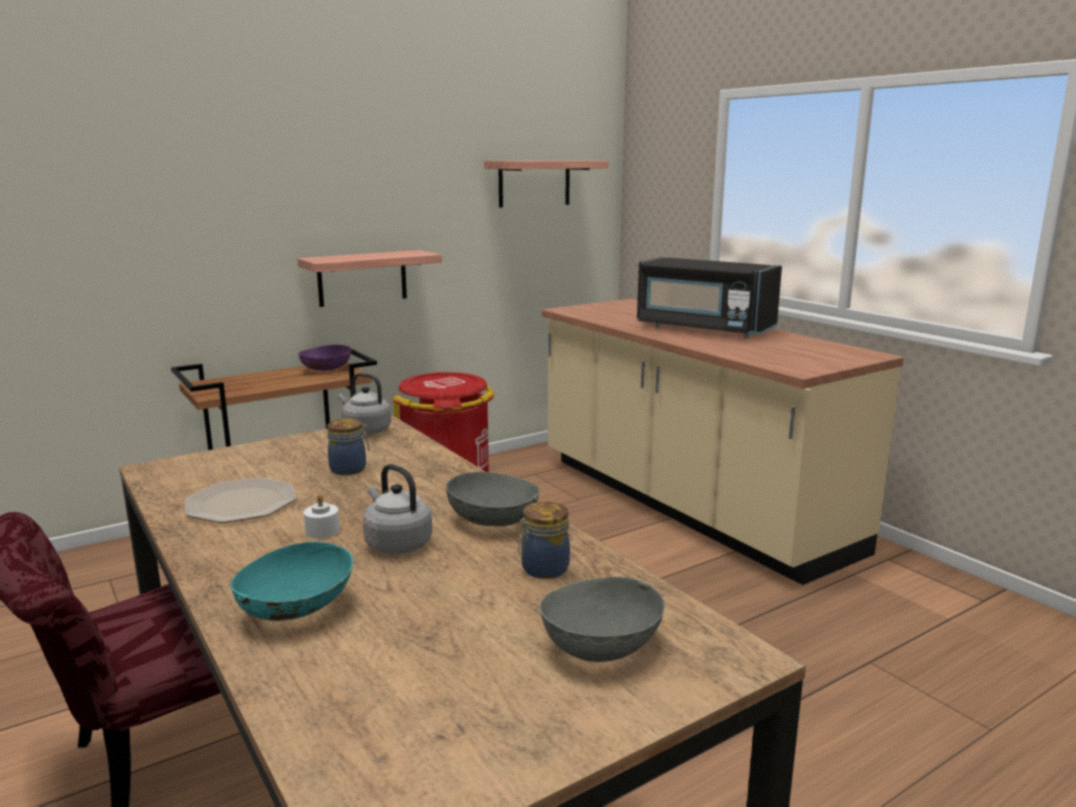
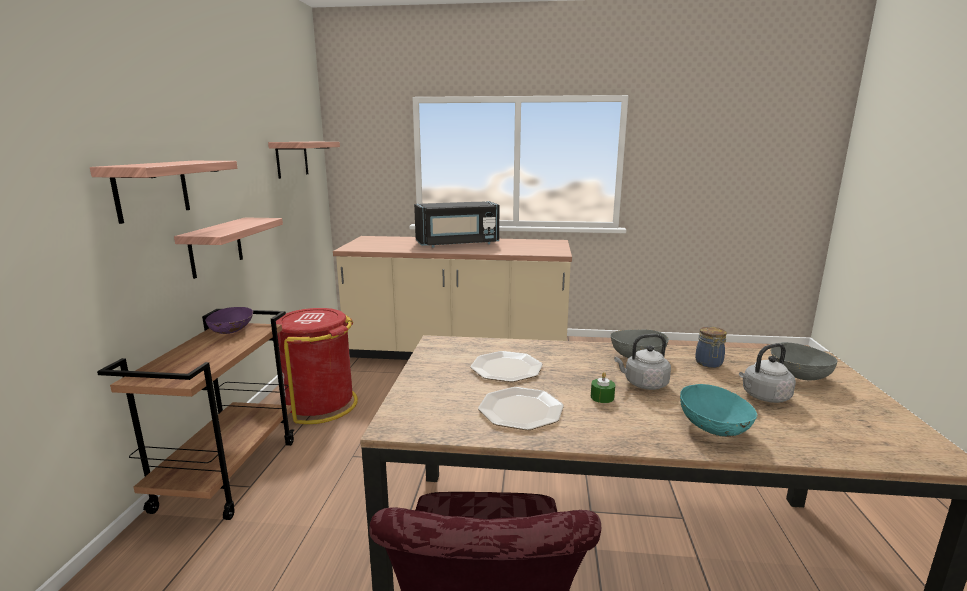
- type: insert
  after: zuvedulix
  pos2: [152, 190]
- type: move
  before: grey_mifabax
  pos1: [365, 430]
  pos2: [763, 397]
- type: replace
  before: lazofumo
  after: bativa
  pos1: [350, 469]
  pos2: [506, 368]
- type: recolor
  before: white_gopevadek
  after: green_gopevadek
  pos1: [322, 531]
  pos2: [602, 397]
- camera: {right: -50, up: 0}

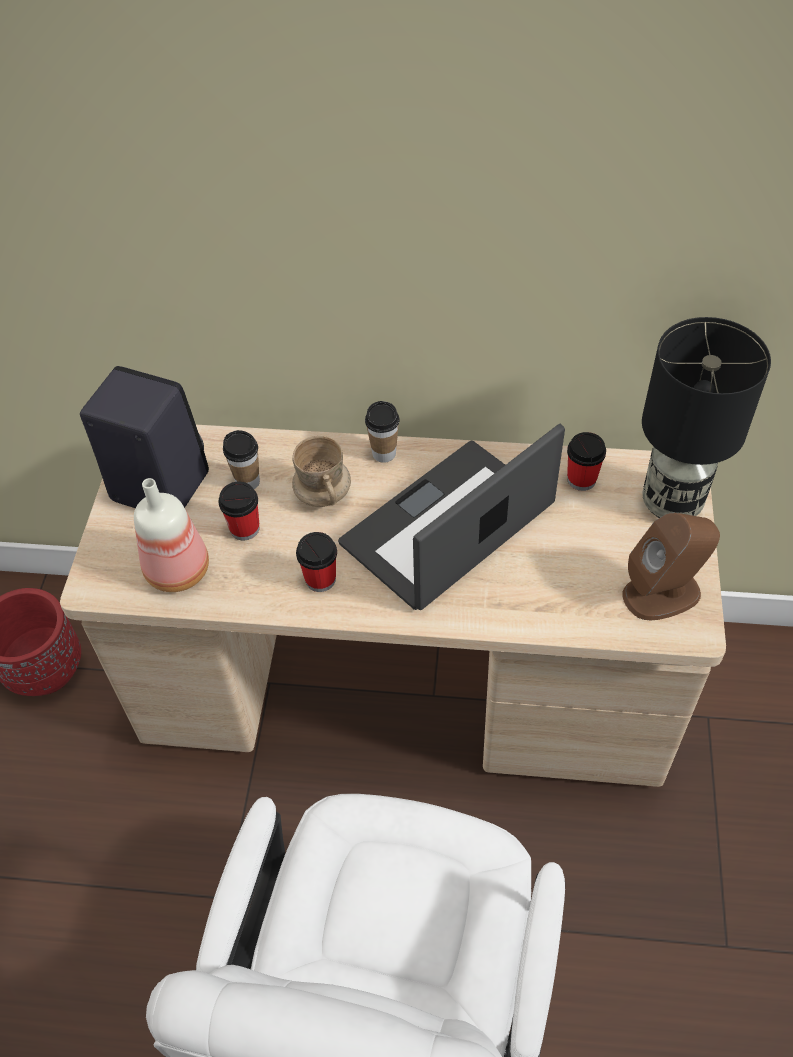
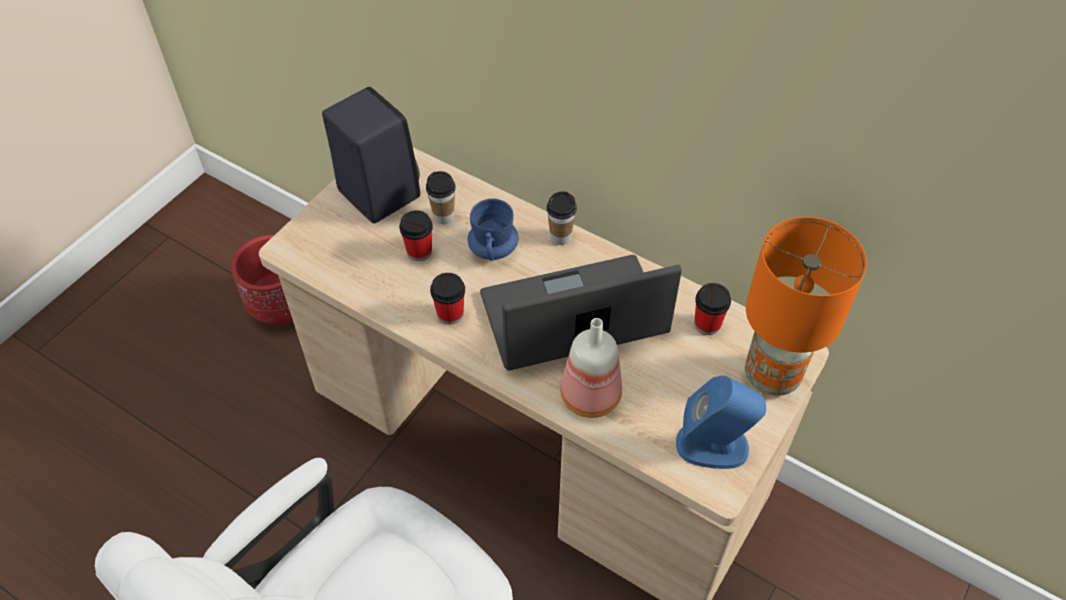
- type: move
  before: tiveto
  pos1: [180, 571]
  pos2: [592, 398]
- type: recolor
  before: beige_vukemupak
  after: blue_vukemupak
  pos1: [323, 494]
  pos2: [493, 250]
- type: recolor
  before: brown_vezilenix
  after: blue_vezilenix
  pos1: [662, 593]
  pos2: [713, 445]
- type: recolor
  before: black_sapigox
  after: orange_sapigox
  pos1: [672, 502]
  pos2: [773, 376]
- camera: {right: 25, up: 0}

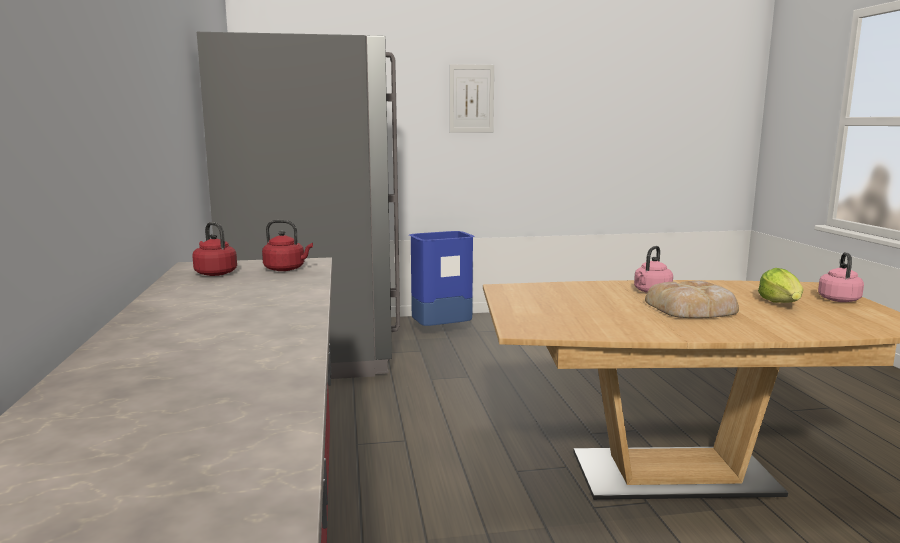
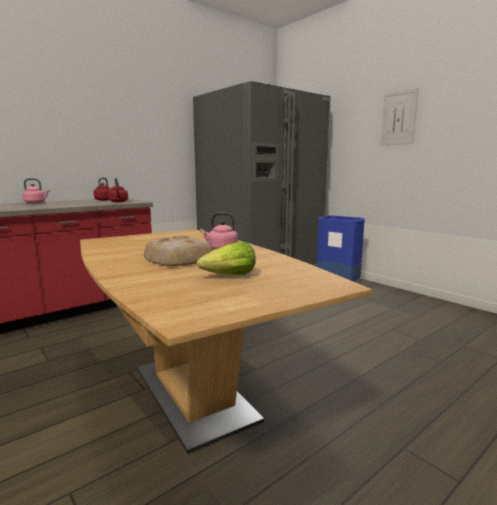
- type: move
  before: pink_mifabax
  pos1: [838, 299]
  pos2: [36, 203]
- camera: {right: 60, up: 0}

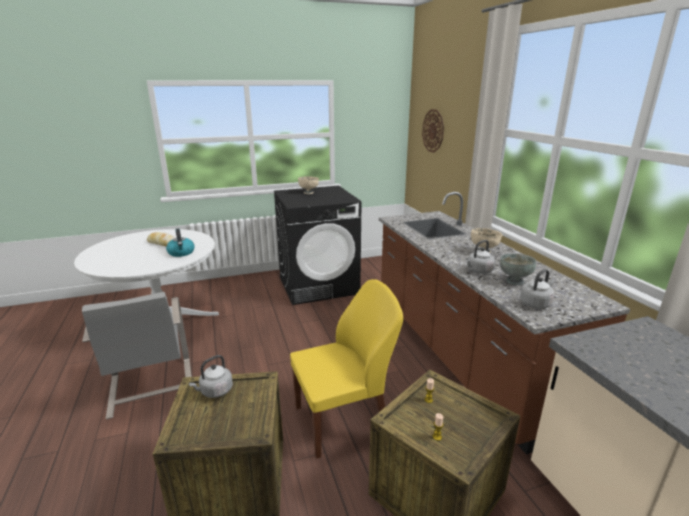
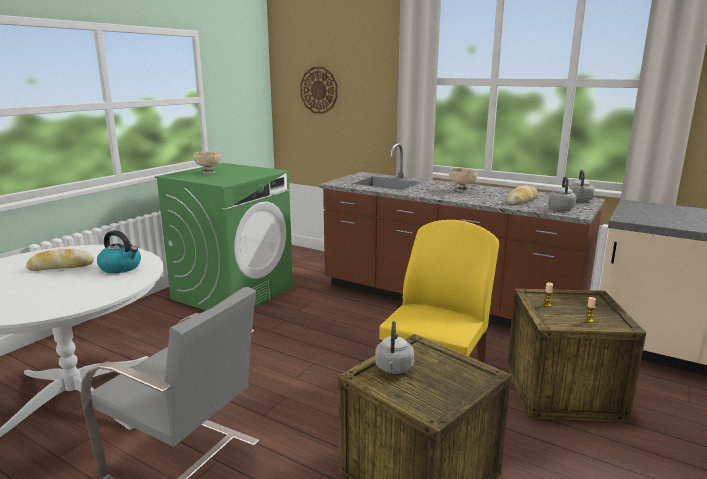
- type: move
  before: grey_mifabax
  pos1: [478, 271]
  pos2: [580, 200]
- type: replace
  before: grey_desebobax
  after: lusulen
  pos1: [514, 281]
  pos2: [521, 200]
- type: recolor
  before: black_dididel
  after: green_dididel
  pos1: [319, 285]
  pos2: [233, 292]
- camera: {right: -40, up: -5}

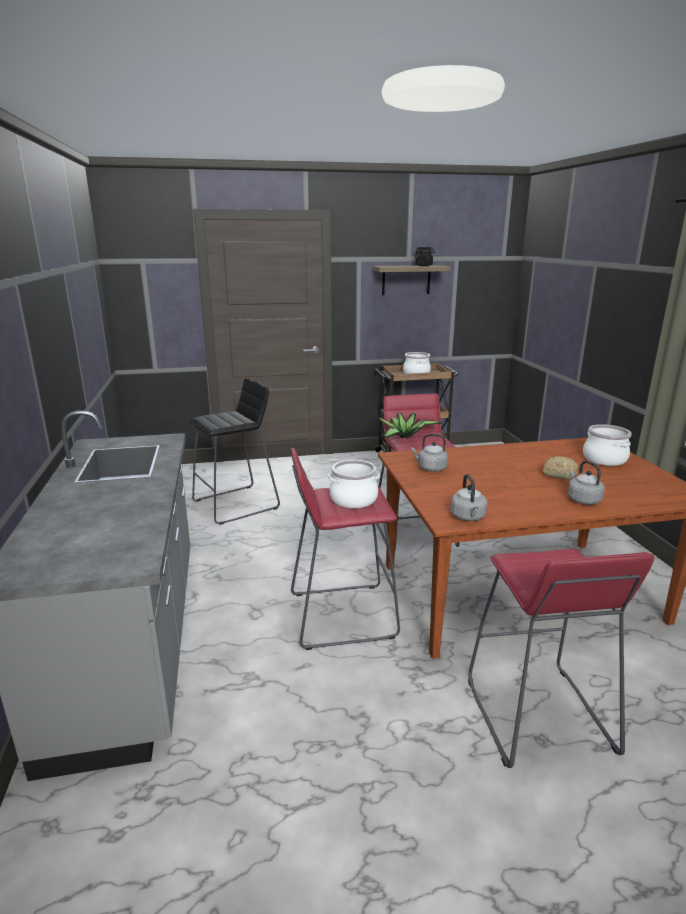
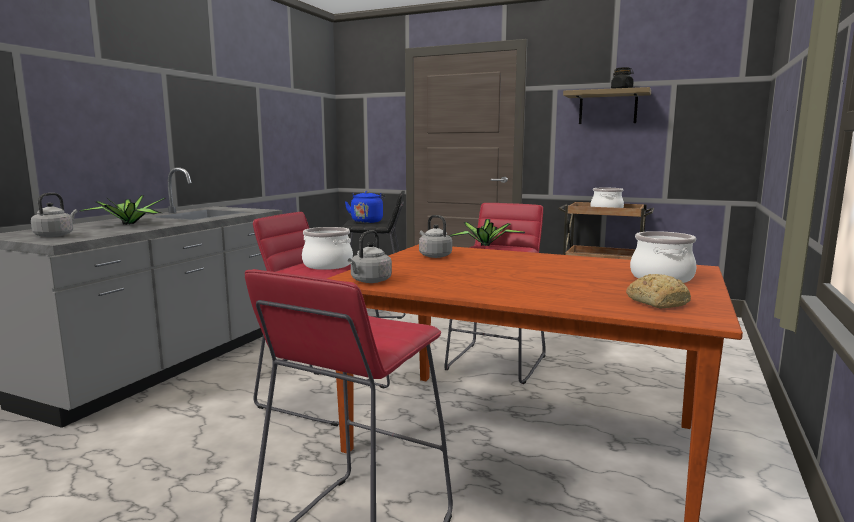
- type: insert
  after: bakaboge
  pos2: [127, 224]
- type: insert
  after: blue_mifabax
  pos2: [367, 221]
- type: move
  before: lusulen
  pos1: [558, 474]
  pos2: [657, 302]
- type: move
  before: grey_mifabax
  pos1: [582, 499]
  pos2: [56, 235]
- camera: {right: 35, up: -10}

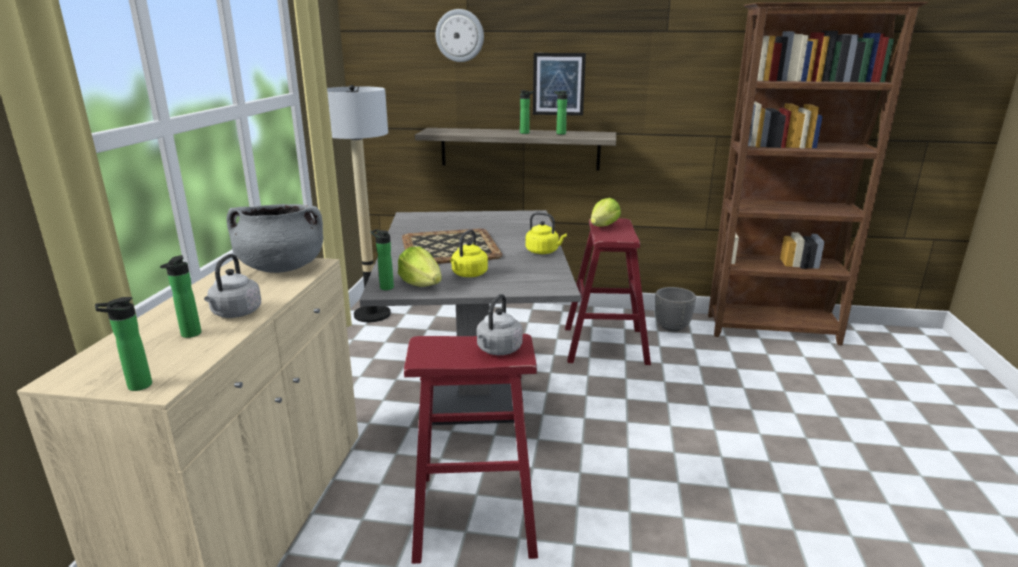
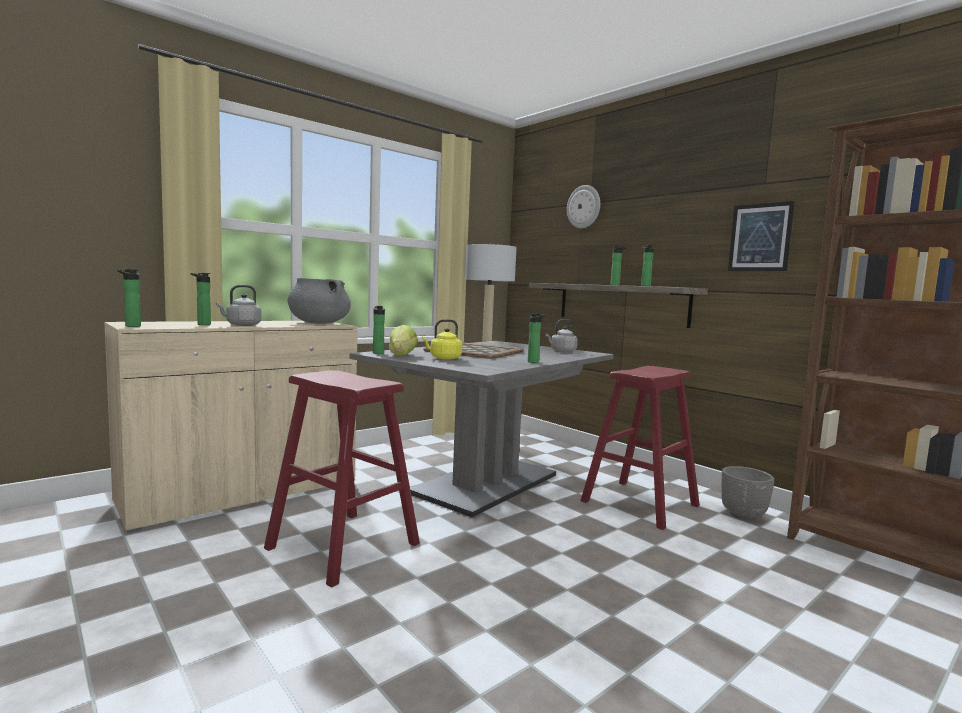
- type: delete
  before: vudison
  pos1: [603, 226]
- type: move
  before: grey_mifabax
  pos1: [498, 350]
  pos2: [562, 351]
- type: move
  before: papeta
  pos1: [558, 84]
  pos2: [760, 237]
- type: replace
  before: yellow_mifabax
  after: tiveto
  pos1: [543, 252]
  pos2: [534, 362]
- camera: {right: 40, up: -15}

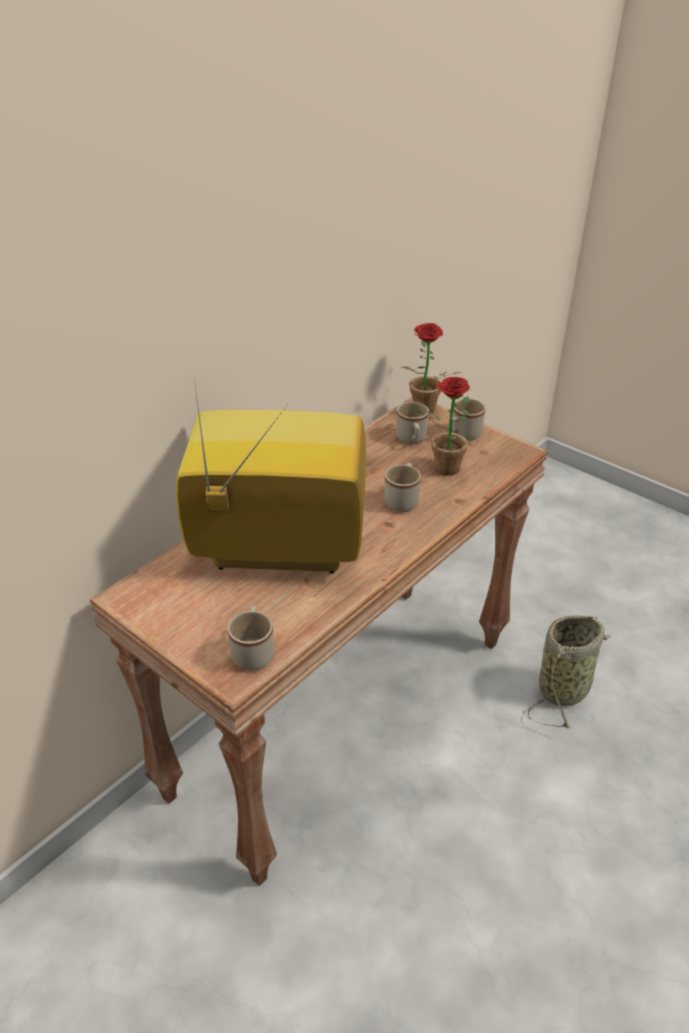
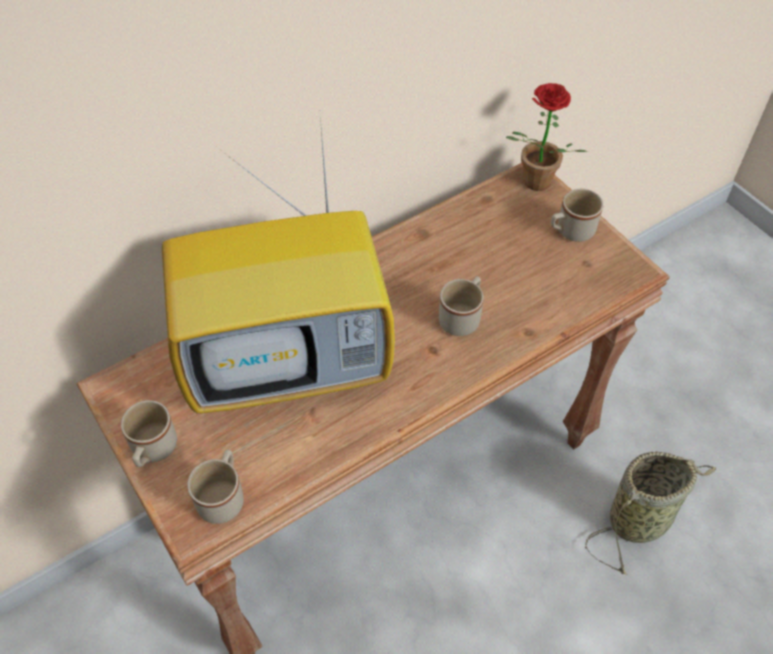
- type: delete
  before: bakaboge
  pos1: [441, 469]
- type: move
  before: beige_vukemupak
  pos1: [412, 439]
  pos2: [153, 451]
- type: rotate
  before: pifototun
  pos1: [275, 551]
  pos2: [291, 362]
  turn: 150
- camera: {right: 15, up: 15}

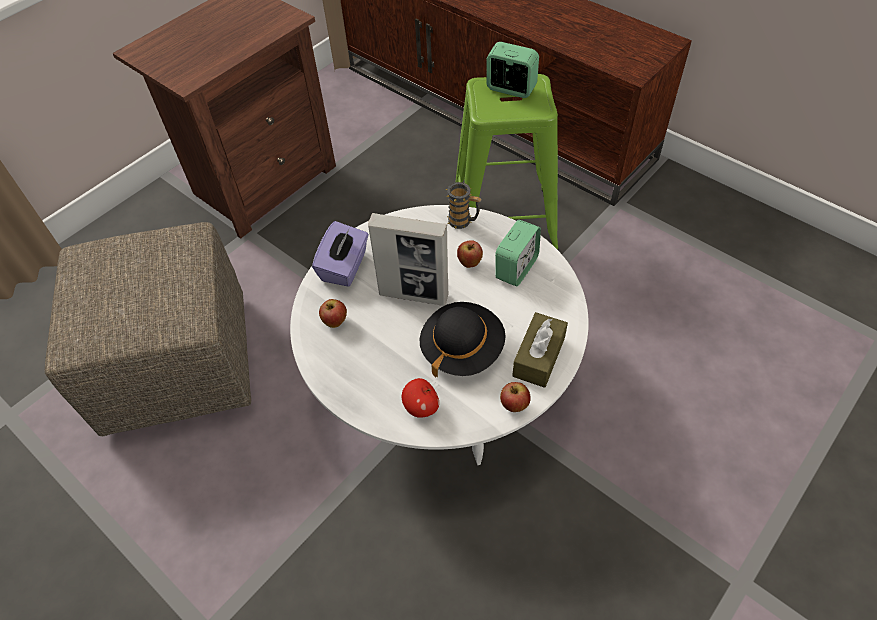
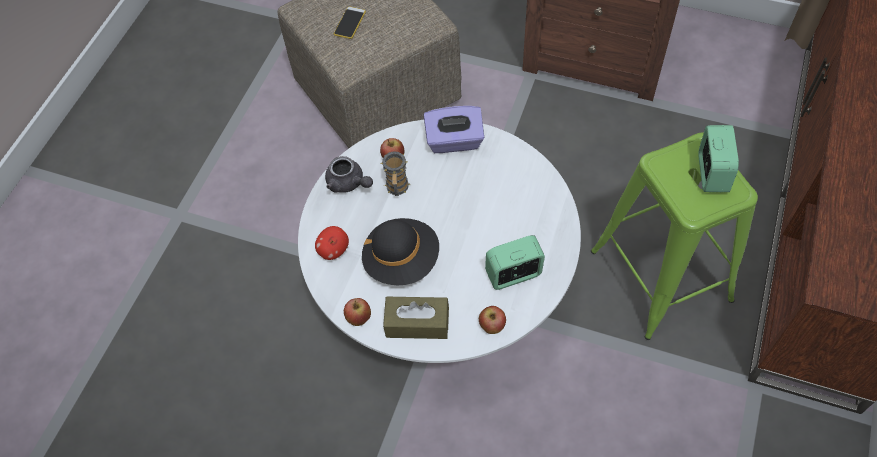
- type: delete
  before: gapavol
  pos1: [414, 295]
- type: insert
  after: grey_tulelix
  pos2: [348, 183]
- type: insert
  after: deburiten
  pos2: [349, 23]
- type: move
  before: vukemupak
  pos1: [463, 221]
  pos2: [397, 189]
- type: move
  before: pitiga
  pos1: [469, 263]
  pos2: [492, 327]
- type: rotate
  before: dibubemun
  pos1: [516, 268]
  pos2: [513, 274]
  turn: 150
- camera: {right: 70, up: 5}

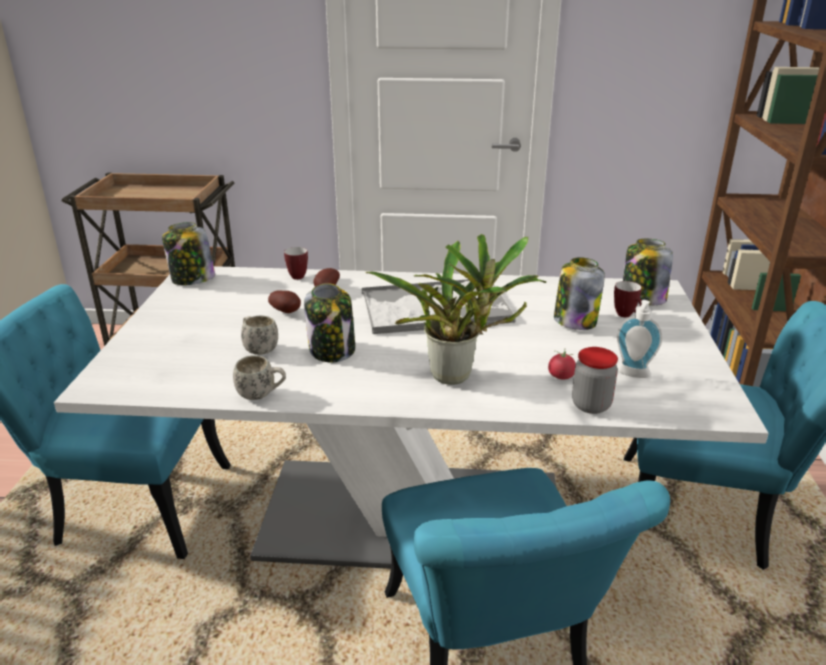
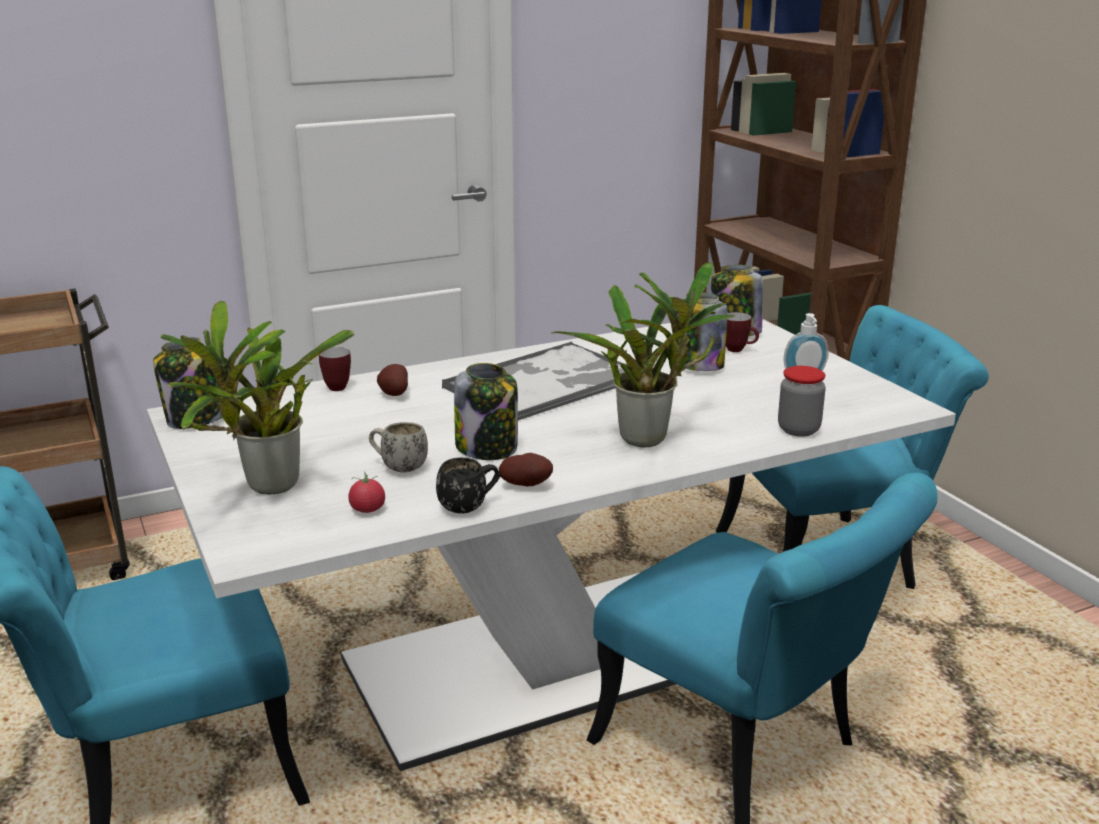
- type: insert
  after: bakaboge
  pos2: [266, 488]
- type: move
  before: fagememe
  pos1: [287, 312]
  pos2: [527, 485]
- type: move
  before: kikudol
  pos1: [561, 376]
  pos2: [367, 509]
- type: recolor
  before: white_vukemupak
  after: black_vukemupak
  pos1: [262, 395]
  pos2: [469, 506]
- camera: {right: -30, up: -5}

